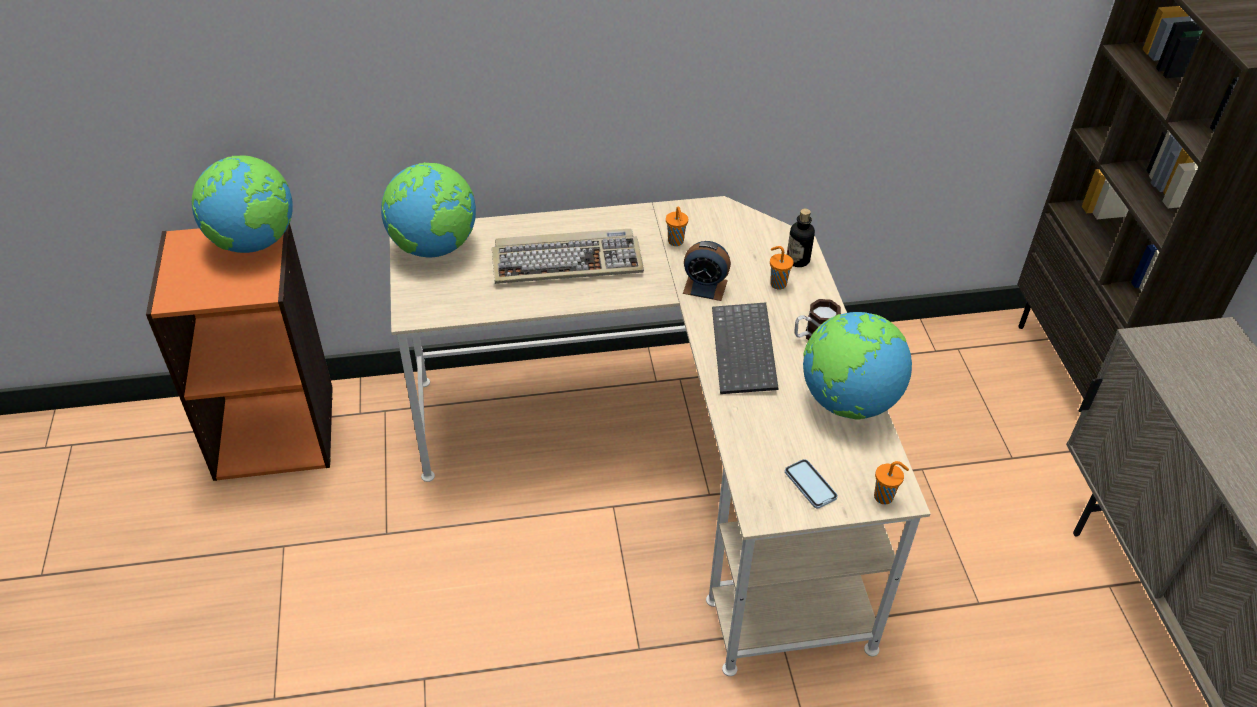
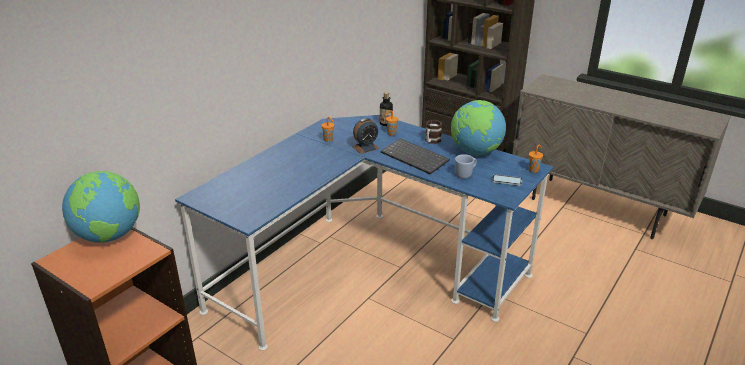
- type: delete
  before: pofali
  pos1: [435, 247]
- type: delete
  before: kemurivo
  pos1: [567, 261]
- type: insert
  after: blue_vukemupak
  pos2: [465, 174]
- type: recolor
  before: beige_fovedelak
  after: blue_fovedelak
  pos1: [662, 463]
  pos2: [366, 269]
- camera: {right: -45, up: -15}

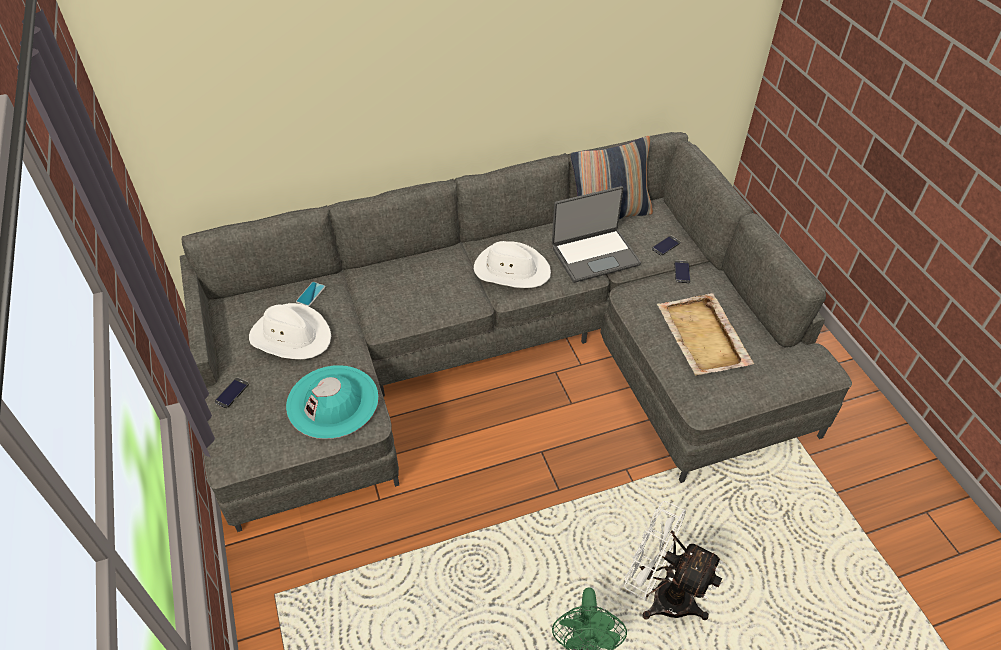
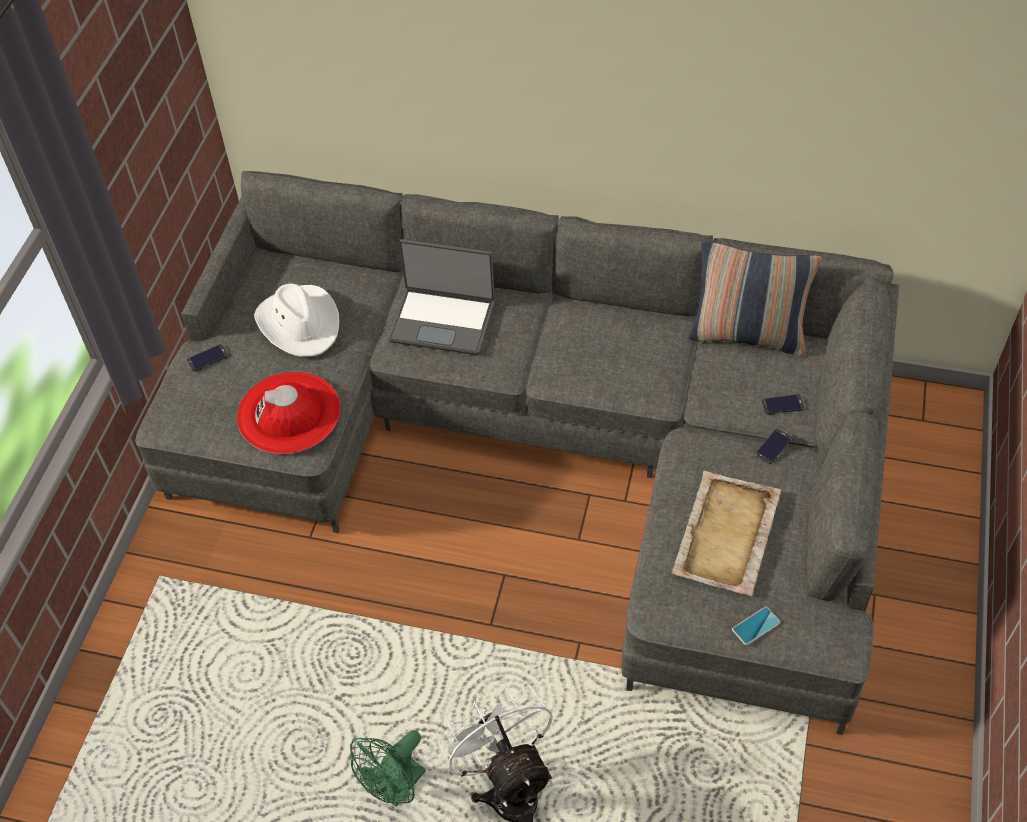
- type: delete
  before: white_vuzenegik
  pos1: [511, 270]
- type: move
  before: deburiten
  pos1: [311, 294]
  pos2: [756, 626]
- type: move
  before: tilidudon
  pos1: [594, 255]
  pos2: [443, 321]
- type: recolor
  before: turquoise_vuzenegik
  after: red_vuzenegik
  pos1: [333, 401]
  pos2: [289, 413]
- camera: {right: 35, up: 5}

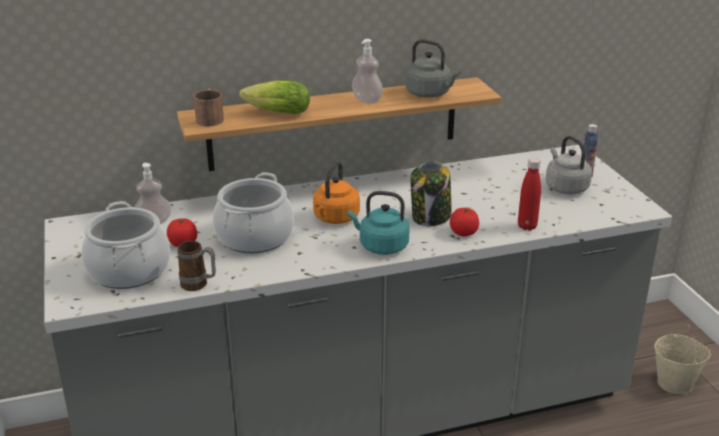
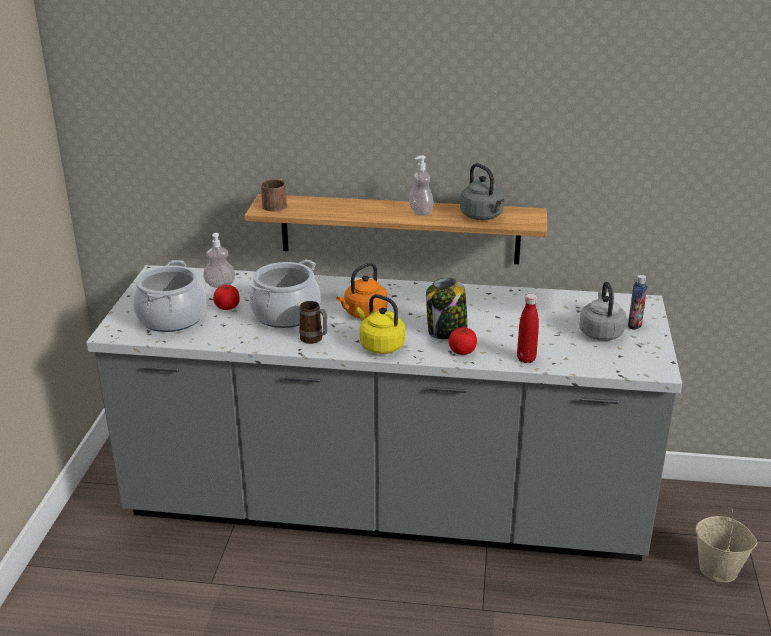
- type: delete
  before: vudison
  pos1: [274, 113]
- type: move
  before: vukemupak
  pos1: [199, 285]
  pos2: [314, 340]
- type: recolor
  before: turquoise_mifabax
  after: yellow_mifabax
  pos1: [381, 246]
  pos2: [380, 345]
- camera: {right: 25, up: 0}

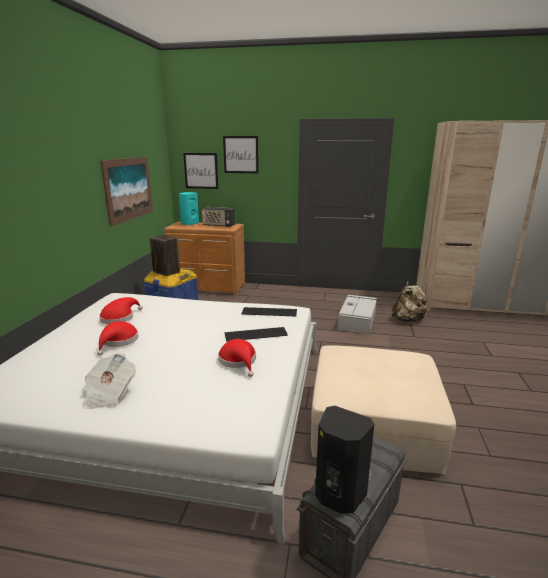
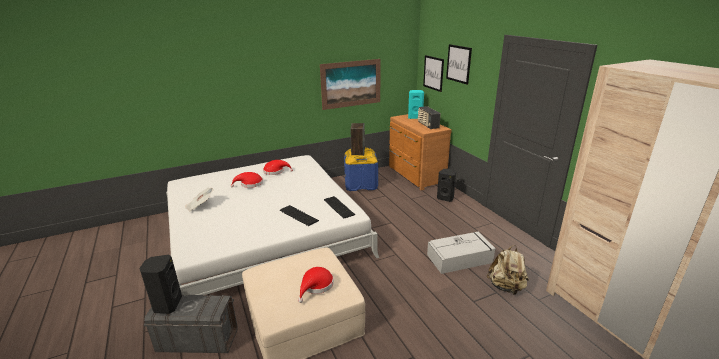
- type: insert
  after: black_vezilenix
  pos2: [446, 198]
- type: move
  before: red_vuzenegik
  pos1: [239, 361]
  pos2: [316, 286]
- camera: {right: 55, up: 5}

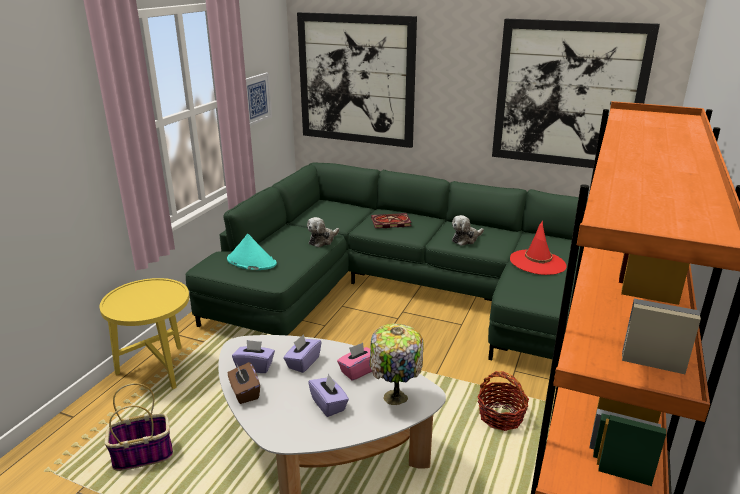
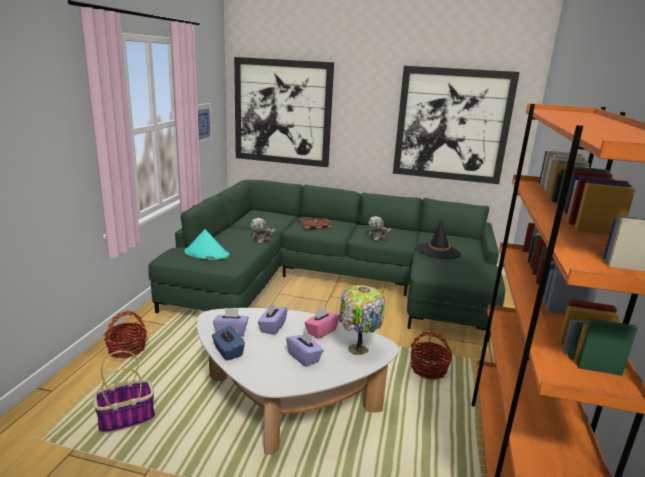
- type: replace
  before: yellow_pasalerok
  after: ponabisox
  pos1: [158, 370]
  pos2: [127, 349]
- type: recolor
  before: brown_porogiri
  after: blue_porogiri
  pos1: [244, 392]
  pos2: [228, 352]
- type: recolor
  before: red_vuzenegik
  after: black_vuzenegik
  pos1: [537, 262]
  pos2: [438, 251]
- camera: {right: -10, up: -5}

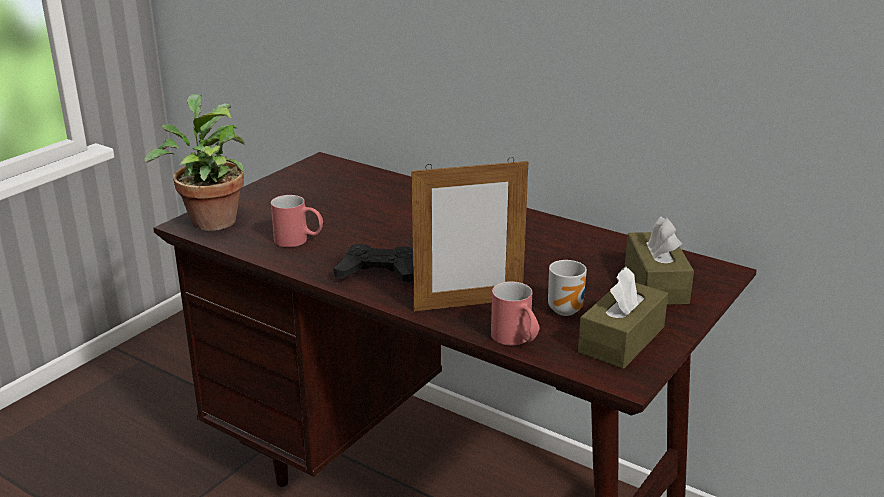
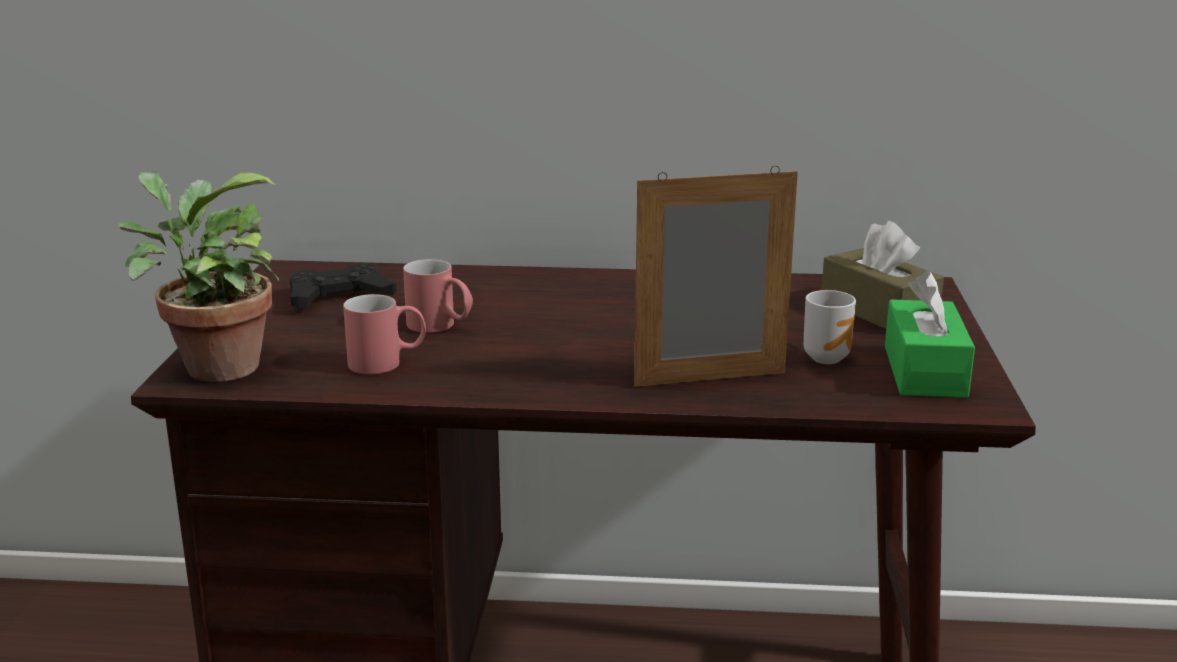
- type: move
  before: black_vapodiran
  pos1: [379, 272]
  pos2: [339, 297]
- type: move
  before: red_vukemupak
  pos1: [516, 340]
  pos2: [440, 327]
- type: recolor
  before: brown_porogiri
  after: green_porogiri
  pos1: [621, 340]
  pos2: [924, 371]
- type: rotate
  before: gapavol
  pos1: [468, 304]
  pos2: [710, 379]
  turn: -150
- camera: {right: -30, up: -5}

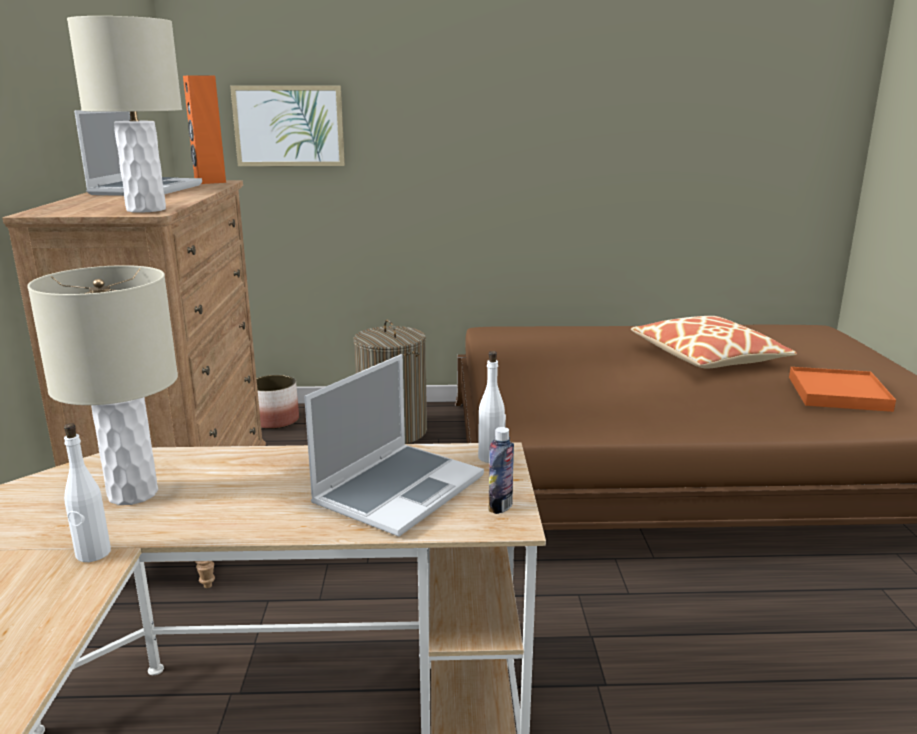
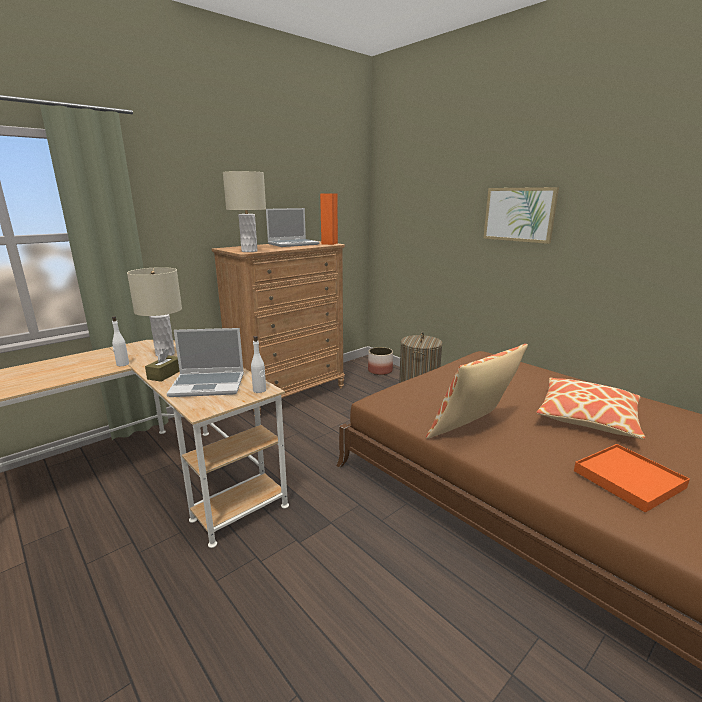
- type: delete
  before: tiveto
  pos1: [500, 506]
- type: insert
  after: brown_porogiri
  pos2: [165, 374]
- type: insert
  after: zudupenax
  pos2: [472, 430]
- type: move
  before: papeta
  pos1: [289, 126]
  pos2: [519, 214]
- camera: {right: 50, up: 0}

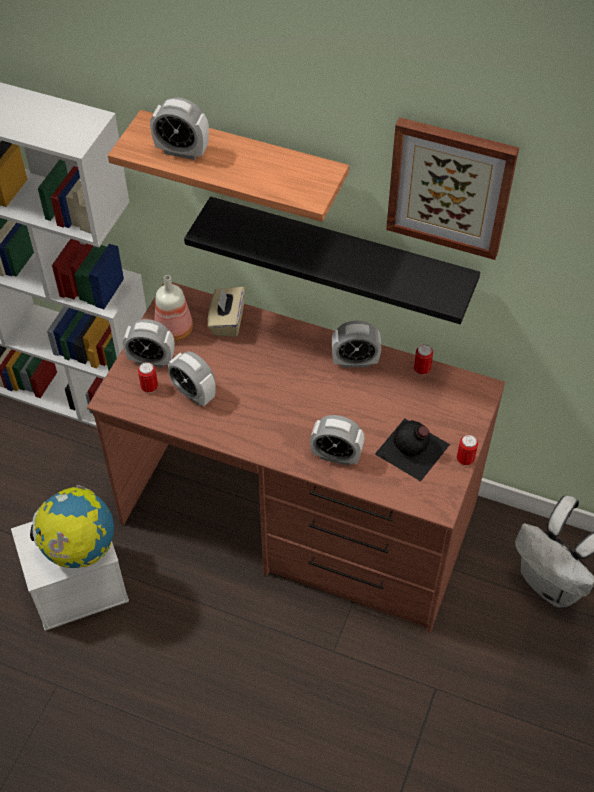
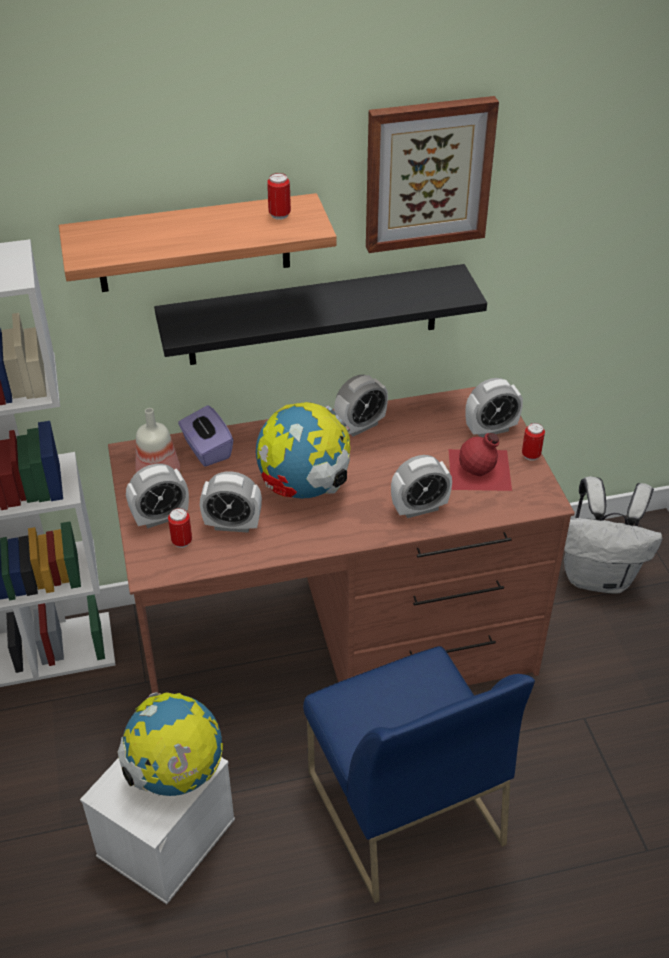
- type: insert
  after: pofali
  pos2: [304, 487]
- type: insert
  after: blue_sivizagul
  pos2: [402, 806]
- type: move
  before: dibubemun
  pos1: [182, 151]
  pos2: [491, 429]
- type: move
  before: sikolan
  pos1: [421, 370]
  pos2: [279, 215]
- type: recolor
  before: beige_porogiri
  after: purple_porogiri
  pos1: [227, 321]
  pos2: [207, 450]
- type: recolor
  before: black_tiveto
  after: red_tiveto
  pos1: [412, 450]
  pos2: [480, 470]
- camera: {right: -35, up: -10}

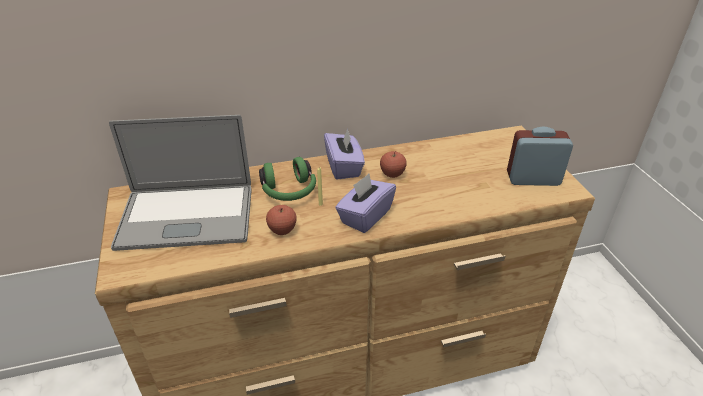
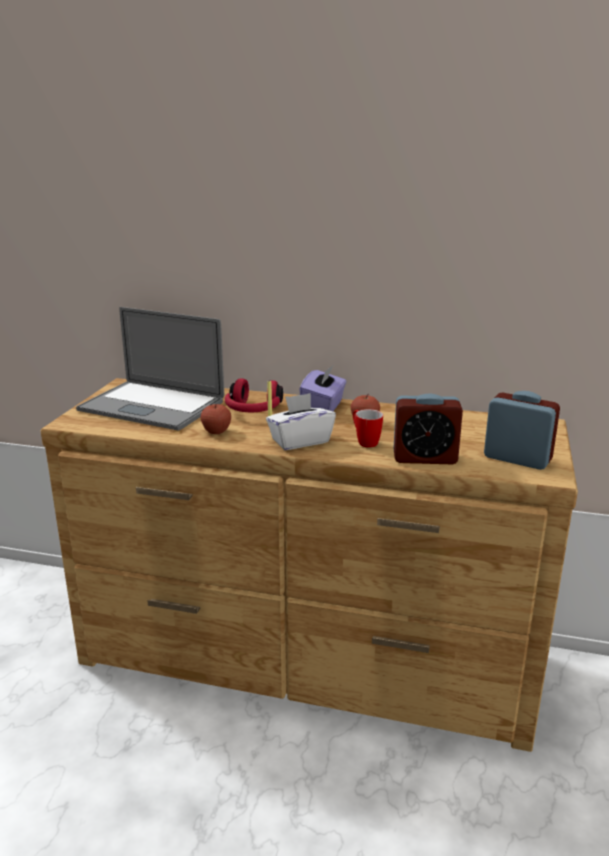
- type: insert
  after: vukemupak
  pos2: [364, 442]
- type: insert
  after: dibubemun
  pos2: [424, 458]
- type: recolor
  before: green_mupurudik
  after: red_mupurudik
  pos1: [289, 191]
  pos2: [253, 411]
- type: recolor
  before: purple_porogiri
  after: white_porogiri
  pos1: [365, 216]
  pos2: [300, 441]
- camera: {right: 30, up: -15}

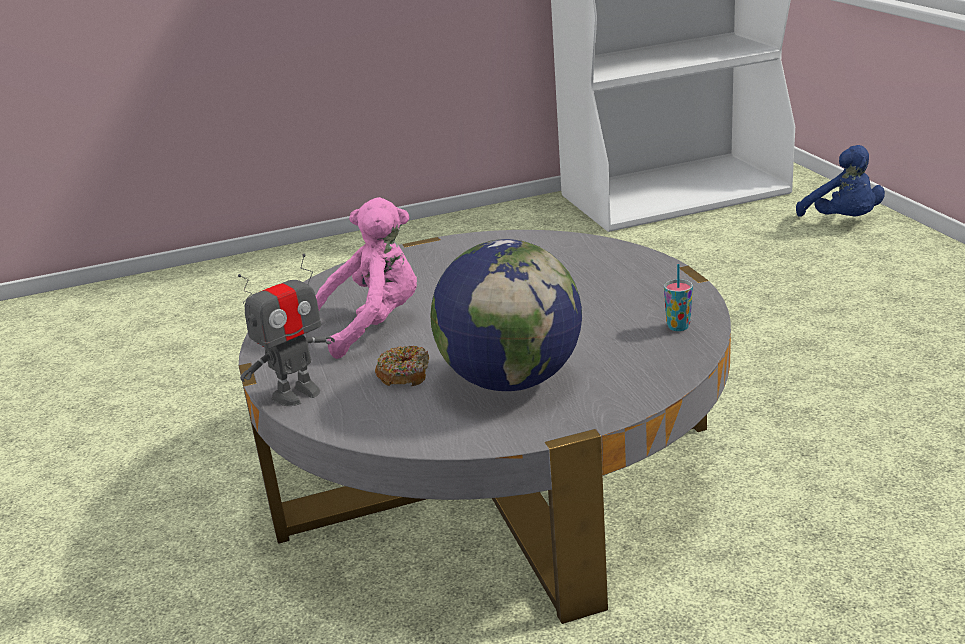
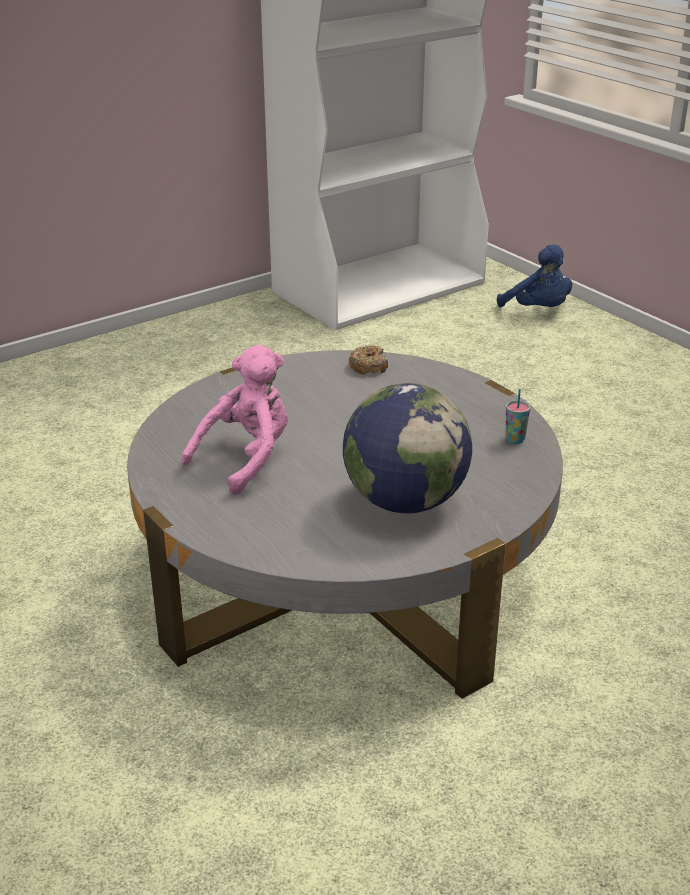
- type: delete
  before: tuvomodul
  pos1: [296, 394]
- type: move
  before: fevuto
  pos1: [404, 375]
  pos2: [368, 366]
- camera: {right: -20, up: 5}

